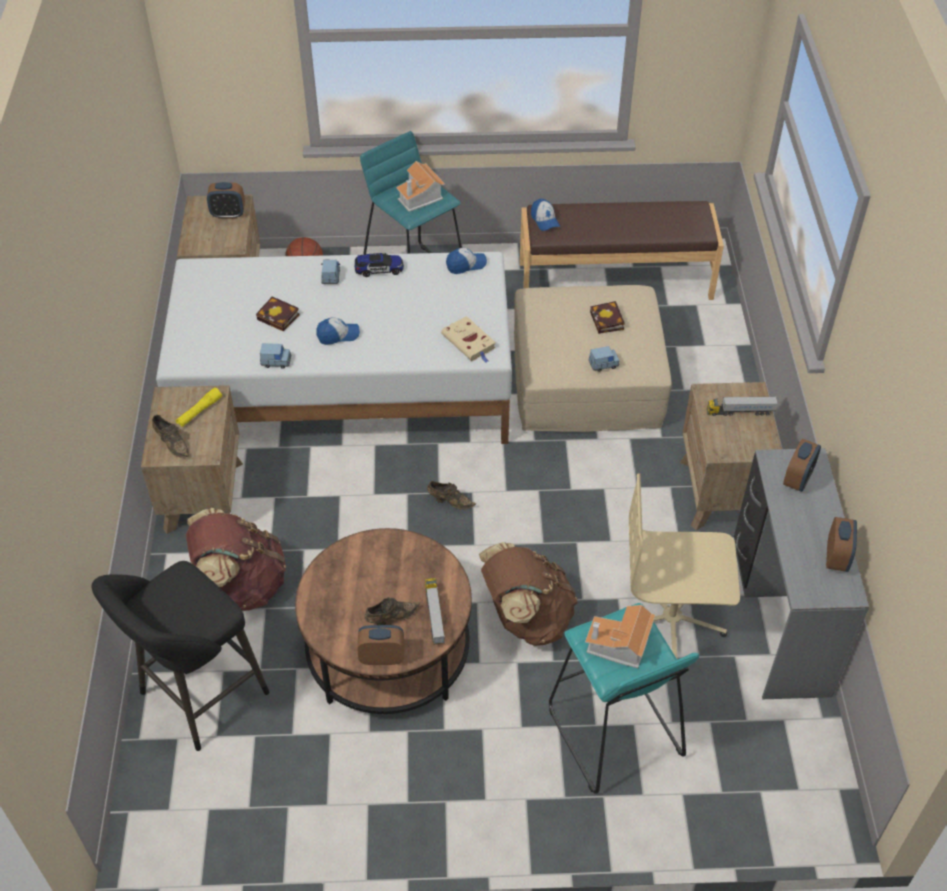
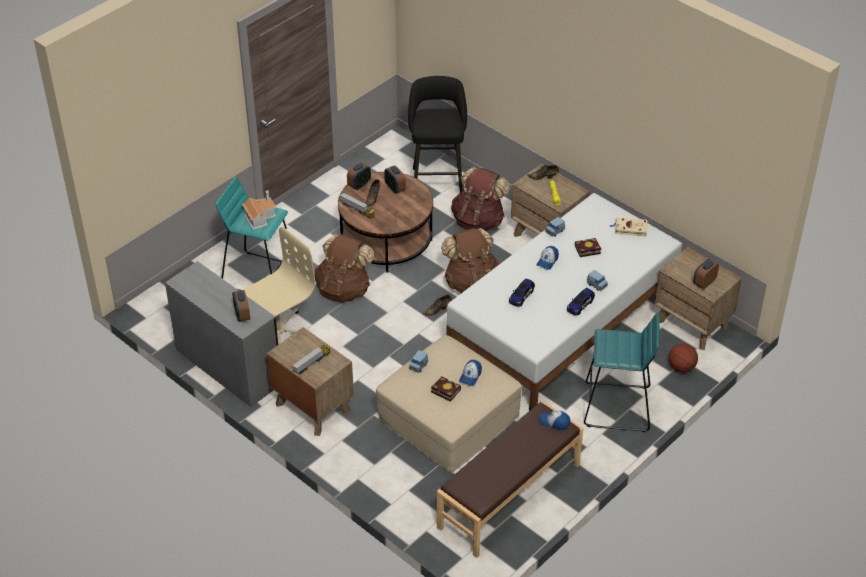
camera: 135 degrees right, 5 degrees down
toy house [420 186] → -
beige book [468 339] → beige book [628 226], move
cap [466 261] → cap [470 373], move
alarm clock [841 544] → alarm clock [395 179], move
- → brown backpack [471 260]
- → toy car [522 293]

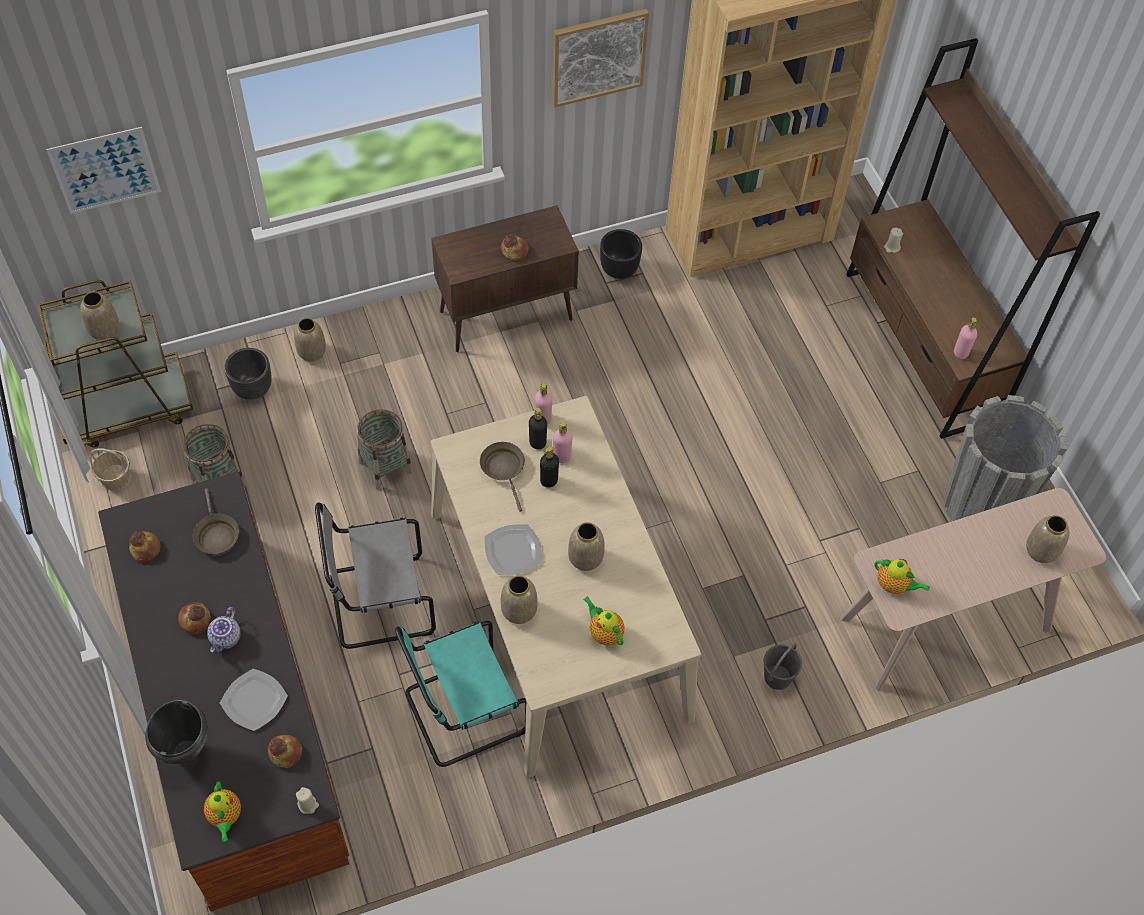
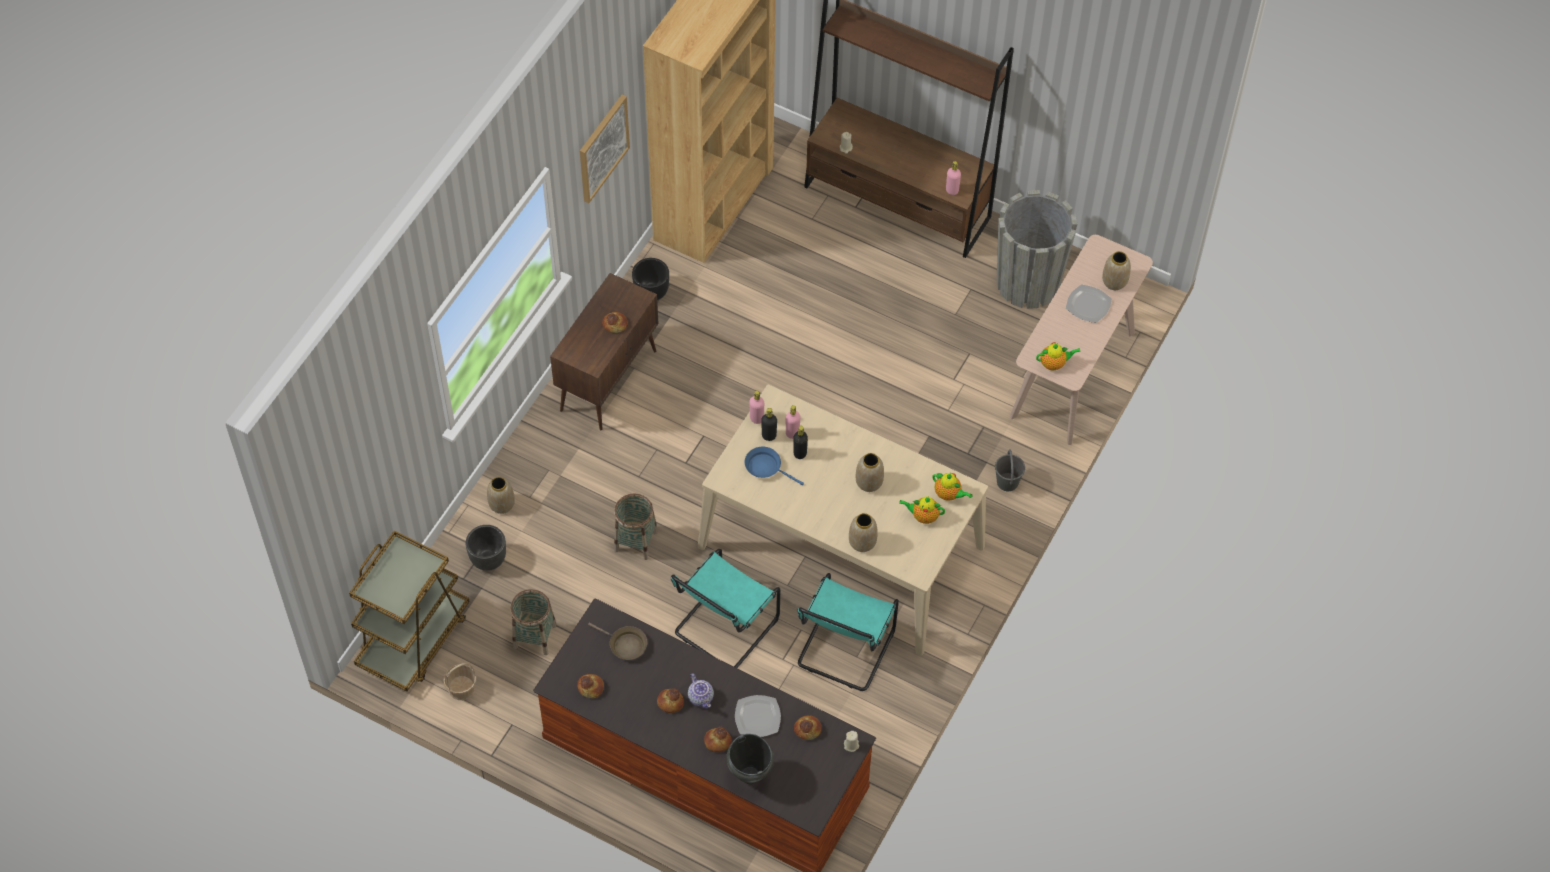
camera: 40 degrees left, 0 degrees up
picture [103 170] → -
vase [99 315] → -
teapot [222 811] → teapot [952 487], move
grey chair [375 575] → turquoise chair [725 608]
brown frying pan [502 477] → blue frying pan [774 466]
plate [513 549] → plate [1089 303], move
- → bread [718 739]

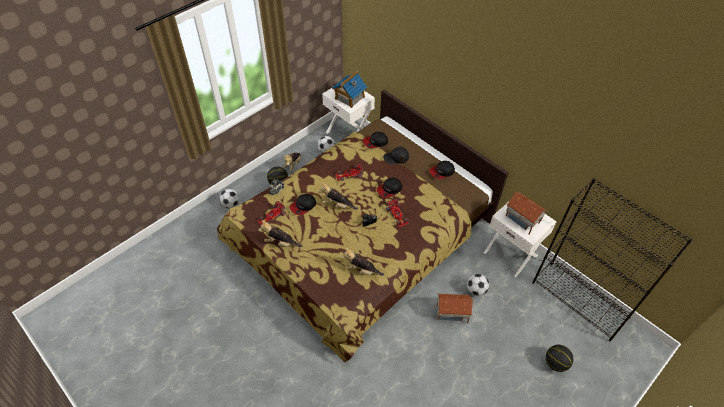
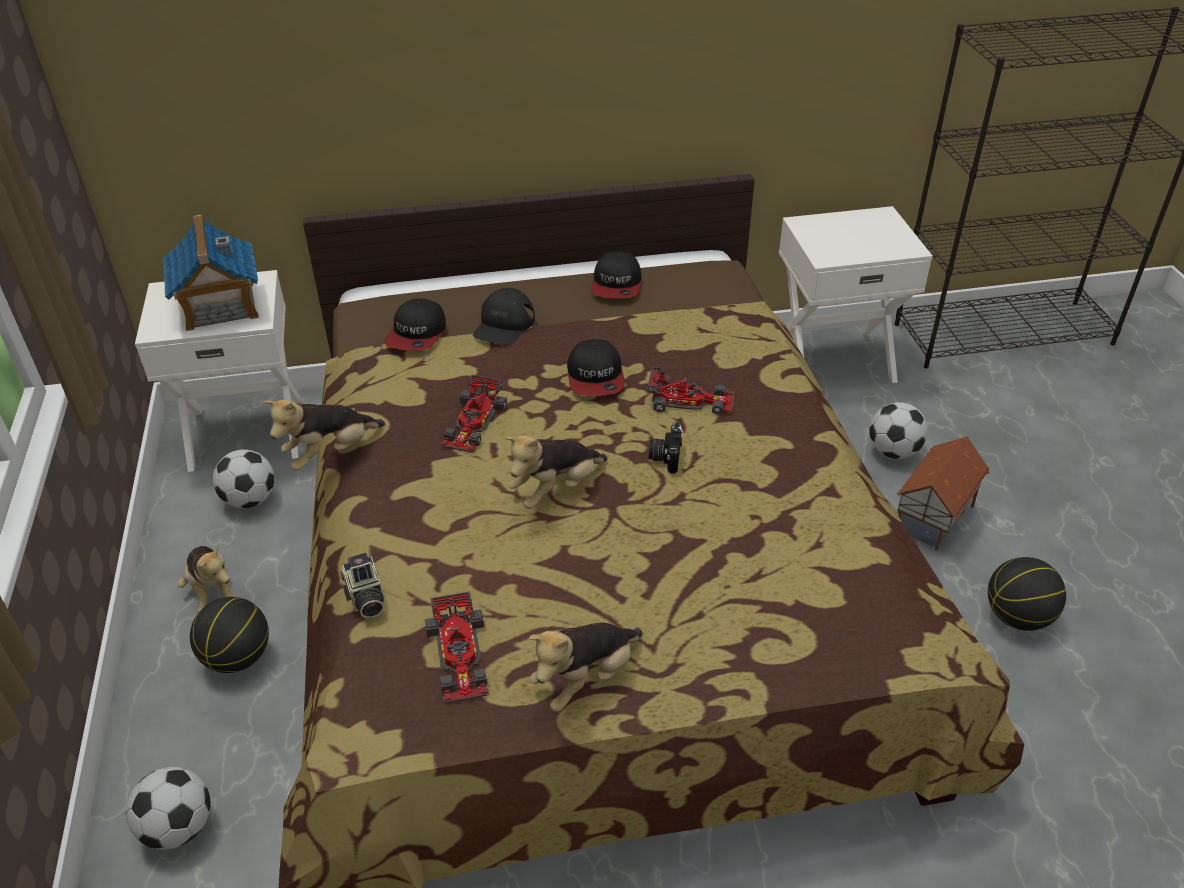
camera: 55 degrees left, 10 degrees down
cap [302 204] → -
plush toy [362 261] → plush toy [324 435], move
toy house [526 213] → -
basketball [559 358] → basketball [1027 594], move

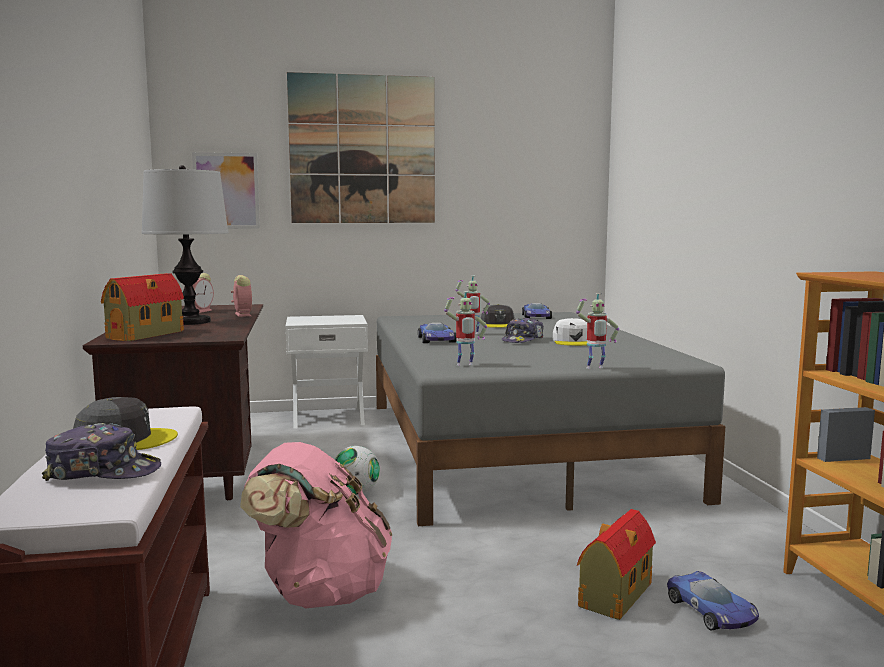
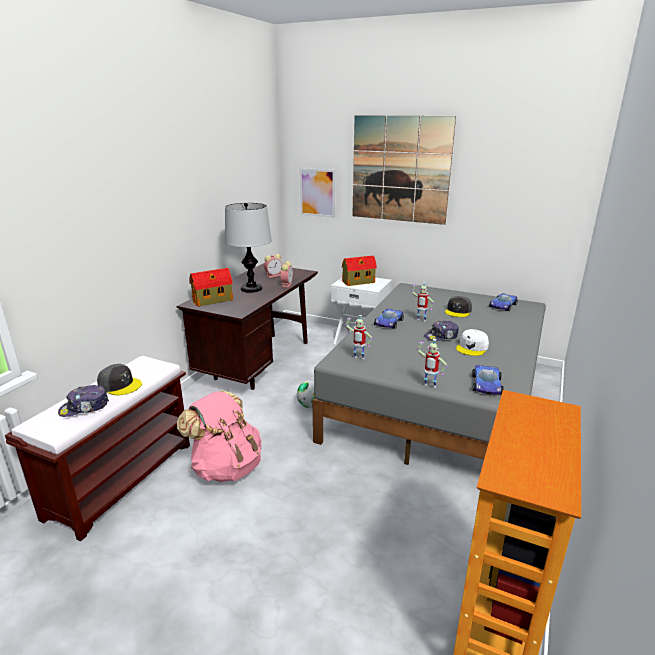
camera: 35 degrees right, 15 degrees up
cap [101 452] → cap [83 401], 120 degrees clockwise
toy house [616 564] → toy house [359 271], move
toy car [713 600] → toy car [488 379], move

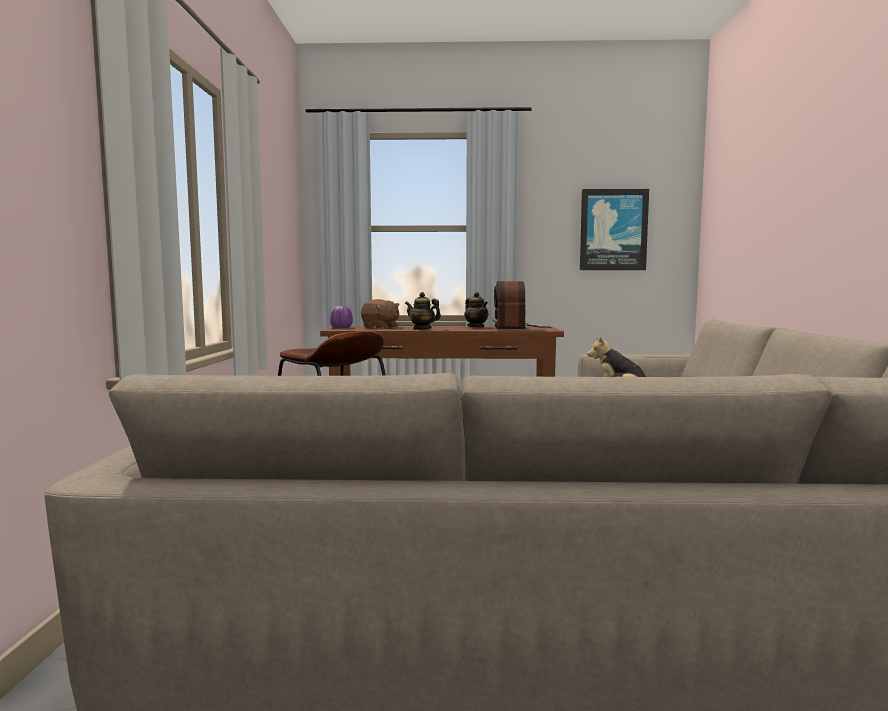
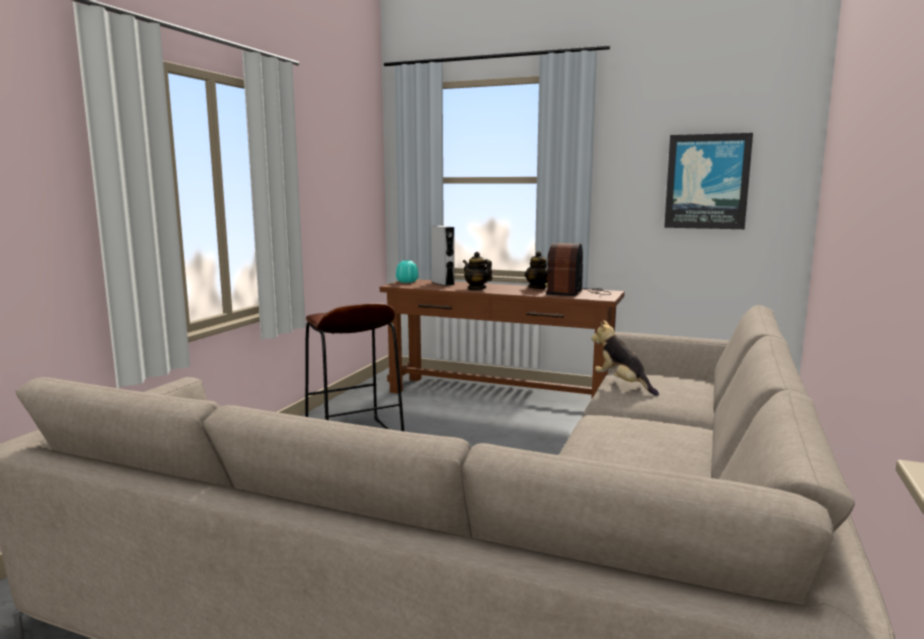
camera: 20 degrees right, 5 degrees up
purple vase [341 317] → turquoise vase [407 271]
brown plush toy [380 314] → grey speaker [443 256]

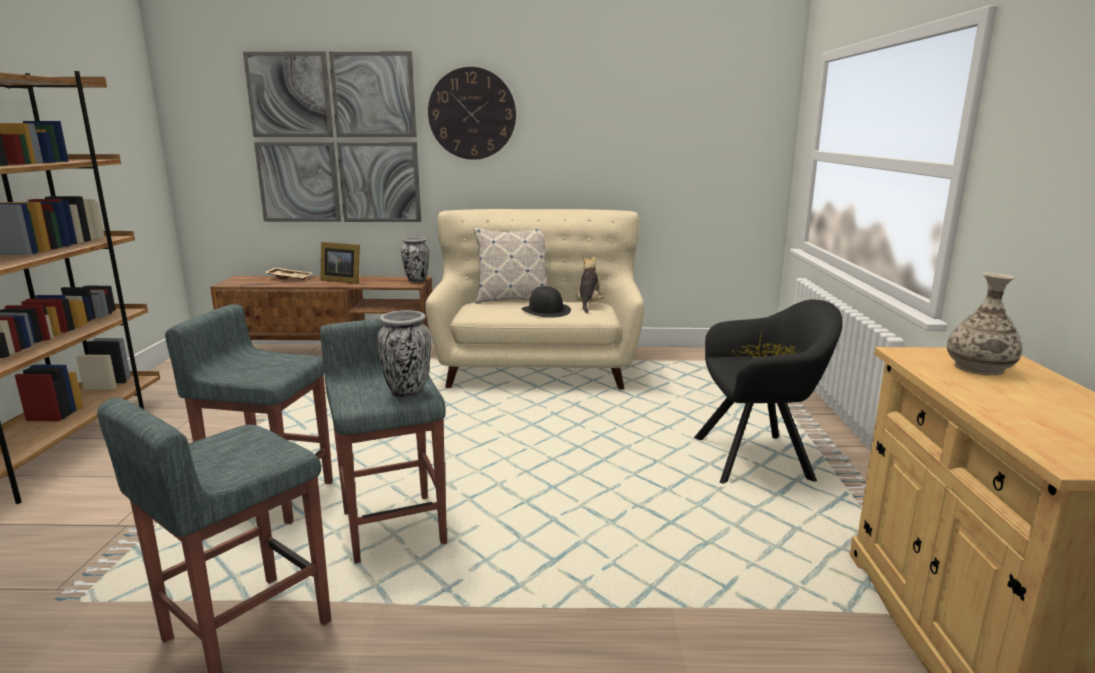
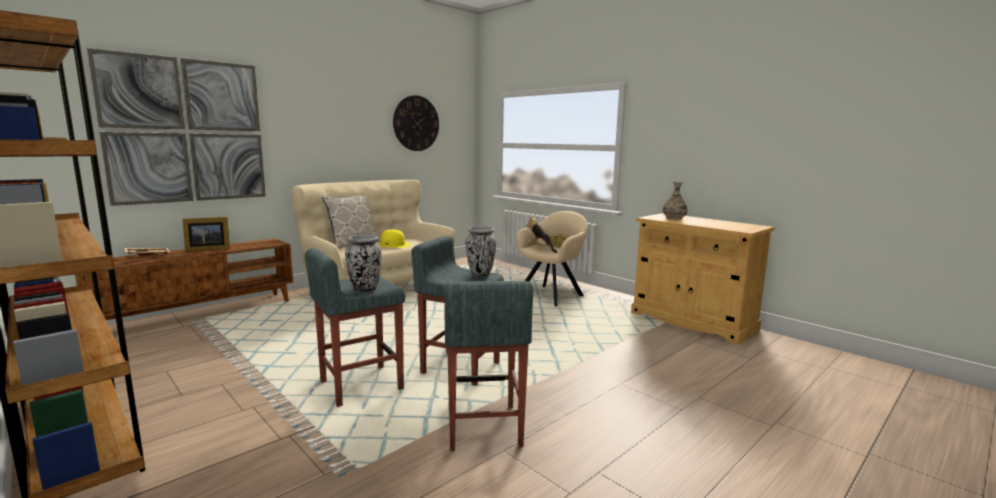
camera: 45 degrees left, 5 degrees down
vase [415 259] → vase [363 264], move
wall clock [472 113] → wall clock [416 123], move
black hat [546 302] → yellow hat [393 238]
plush toy [589 285] → plush toy [541 234], move
black armchair [768 391] → beige armchair [552 259]

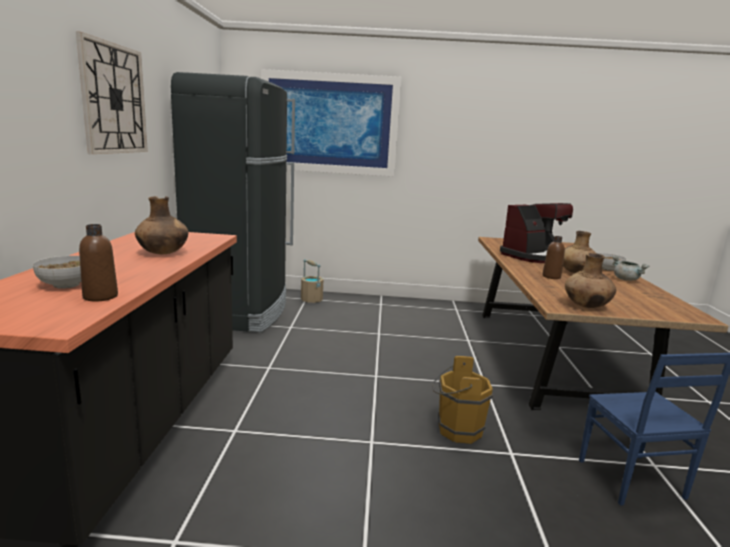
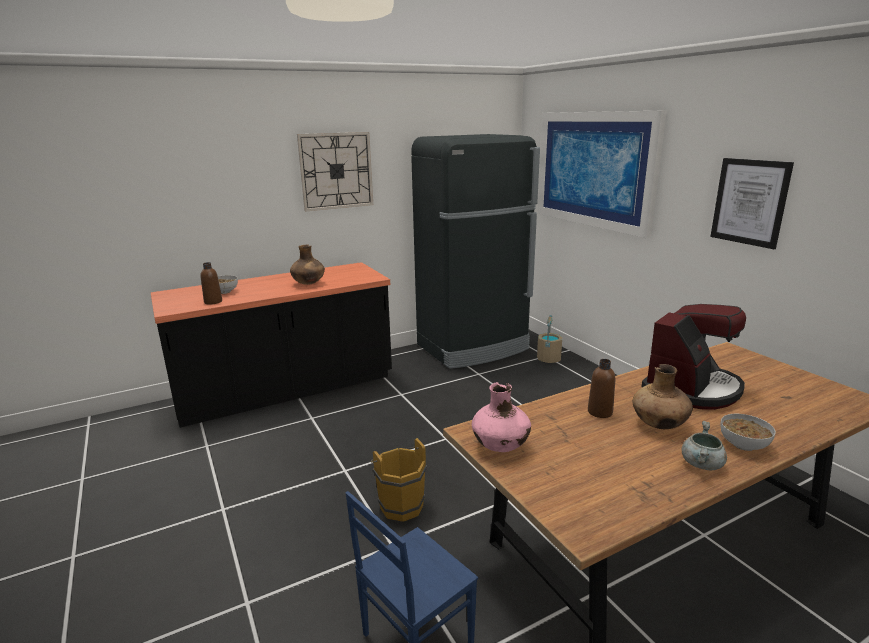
camera: 60 degrees right, 5 degrees up
coffee machine [536 233] → coffee machine [694 357], 75 degrees counterclockwise
brown vase [590 280] → pink vase [501 417]
- → picture [752 203]

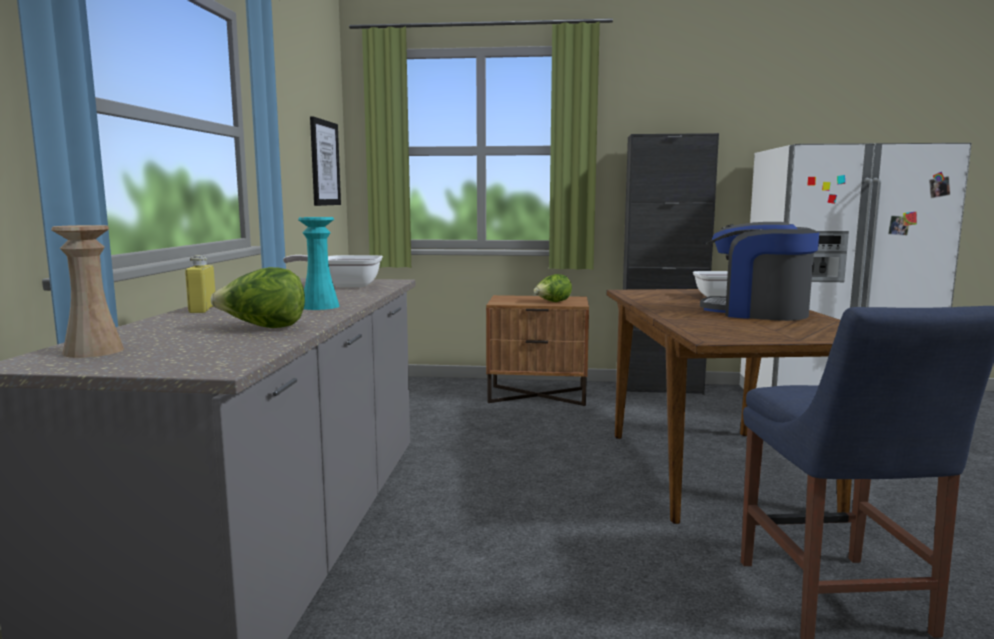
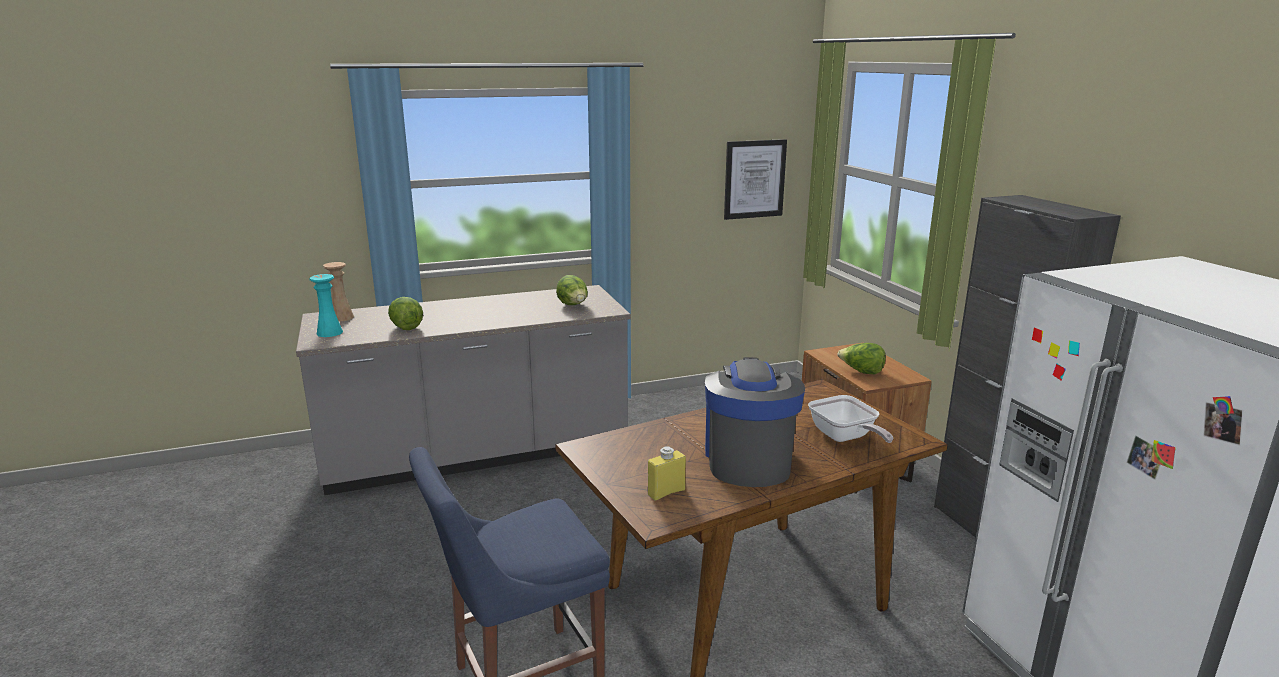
camera: 65 degrees right, 10 degrees up
yellow bottle [200 284] → yellow bottle [667 473], move
frying pan [333 271] → lettuce [572 290]
turquoise vase [318 263] → turquoise vase [326 305], move

